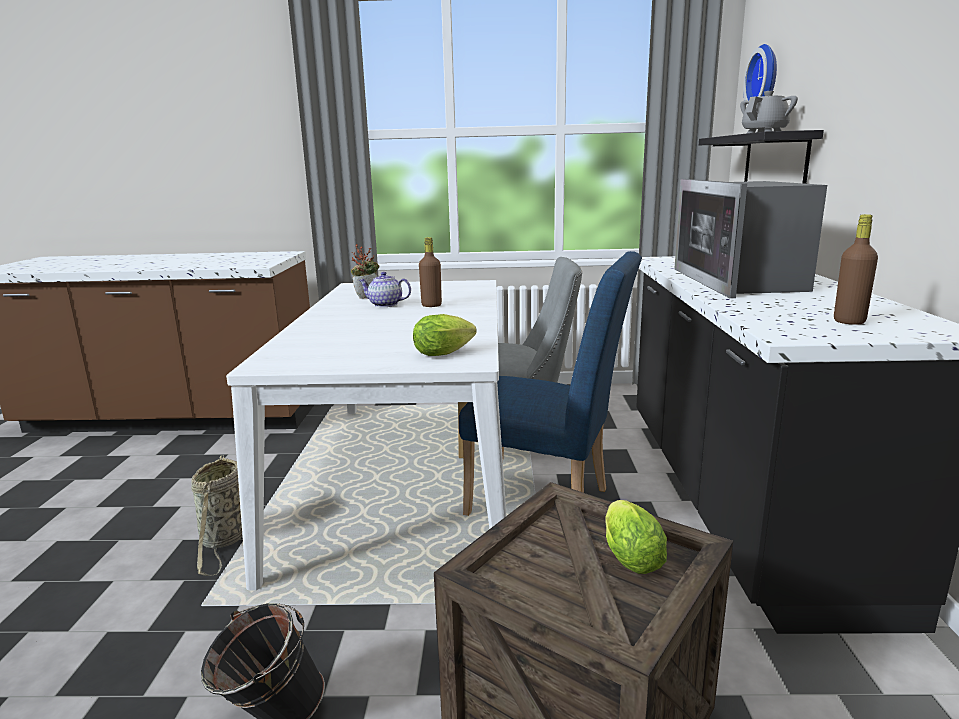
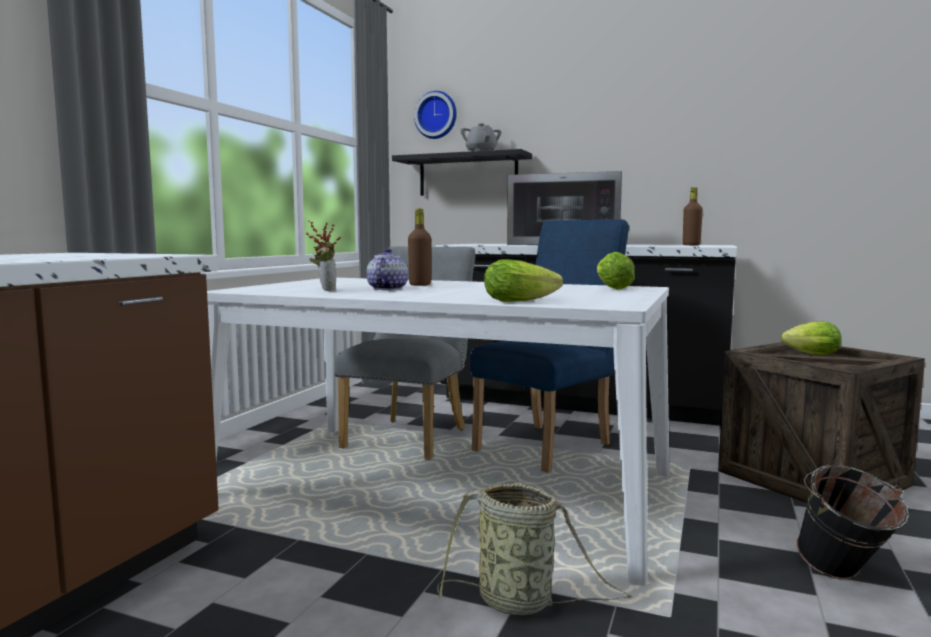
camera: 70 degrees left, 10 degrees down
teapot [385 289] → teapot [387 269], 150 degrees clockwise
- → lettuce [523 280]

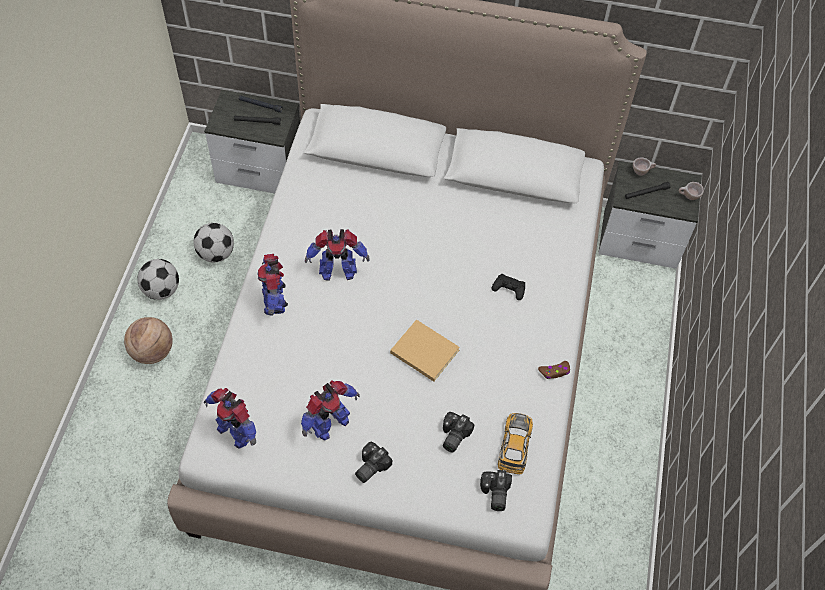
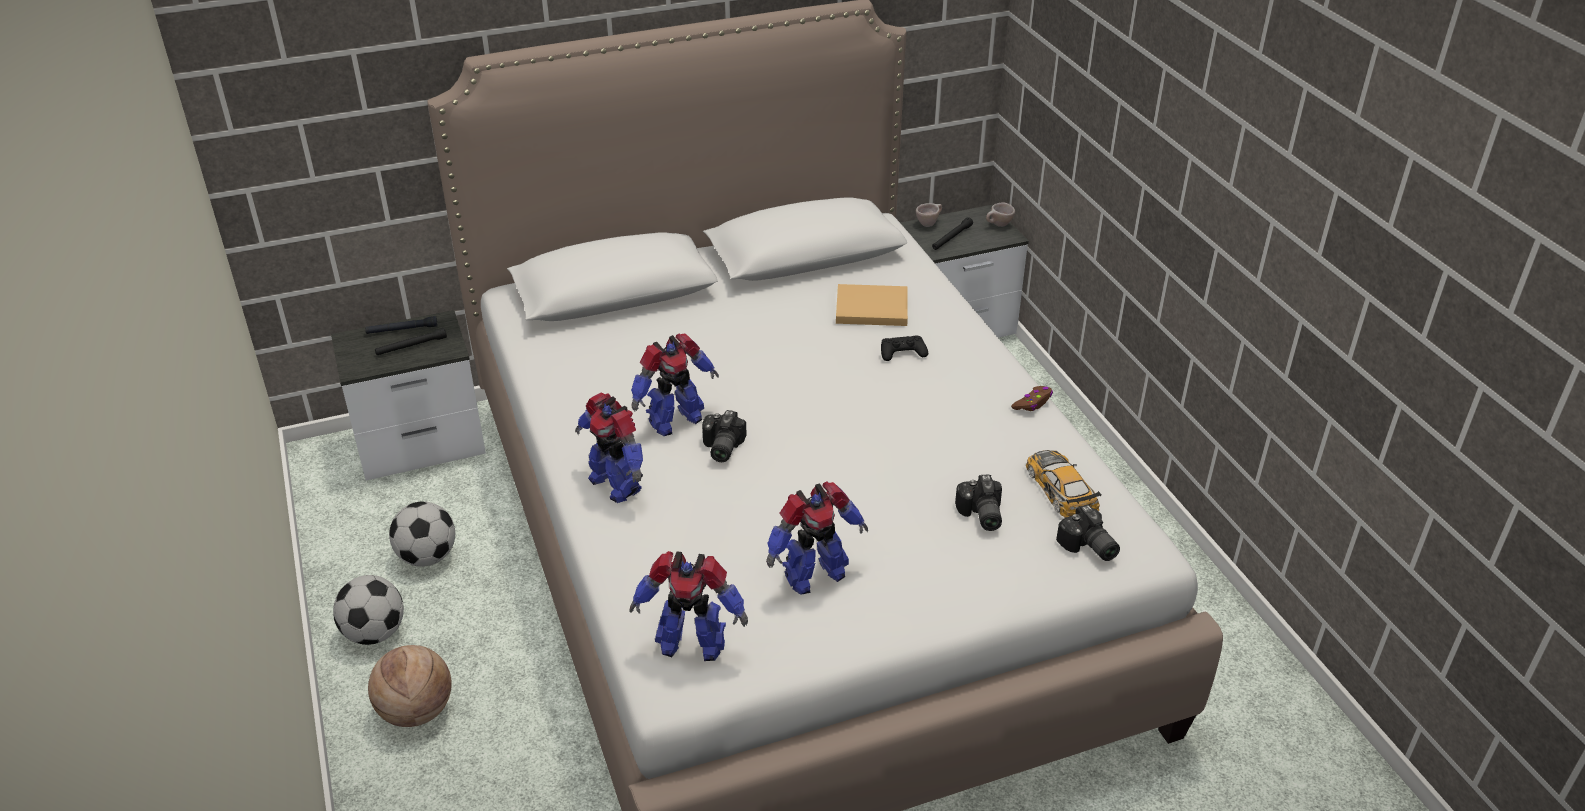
camera: 30 degrees left, 20 degrees down
toy robot [330 410] → toy robot [817 538], 45 degrees clockwise
photo camera [373 462] → photo camera [724 436], move
beige book [425 351] → beige book [872 305], move

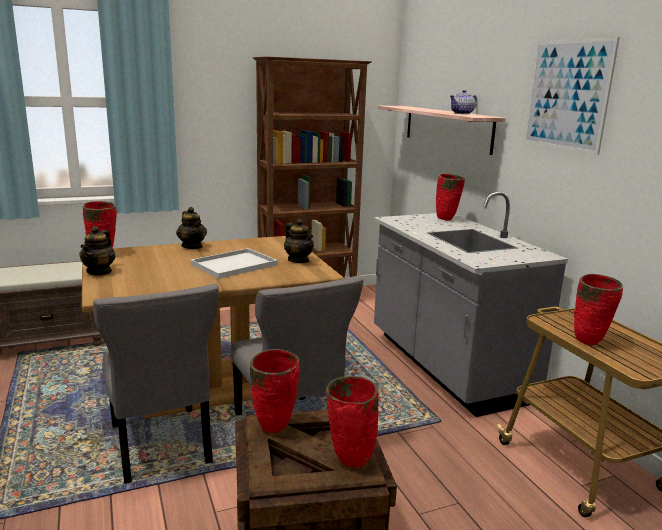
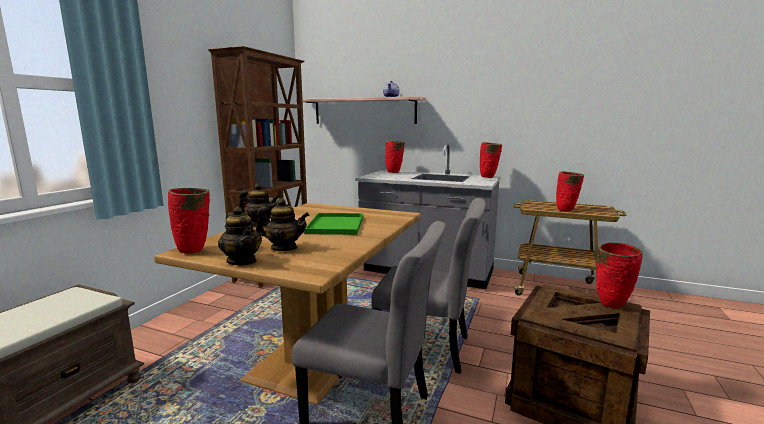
camera: 45 degrees left, 5 degrees down
white tray [234 263] → green tray [333 224]
red vase [274 391] → red vase [491 160], move
teapot [299 241] → teapot [282 224], move
picture [572 96] → -

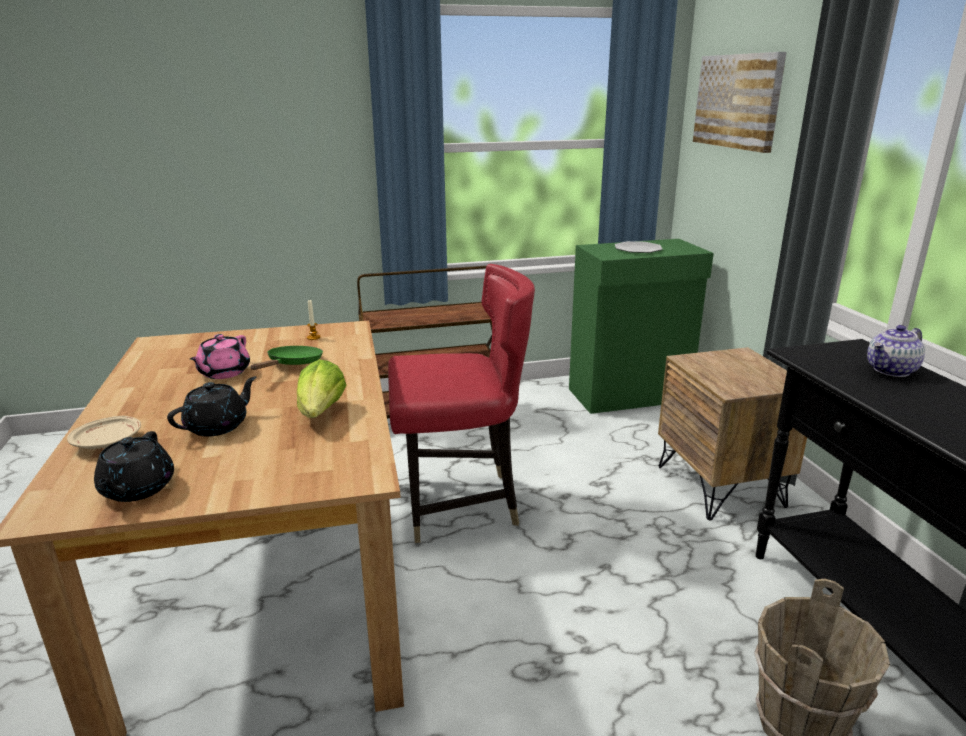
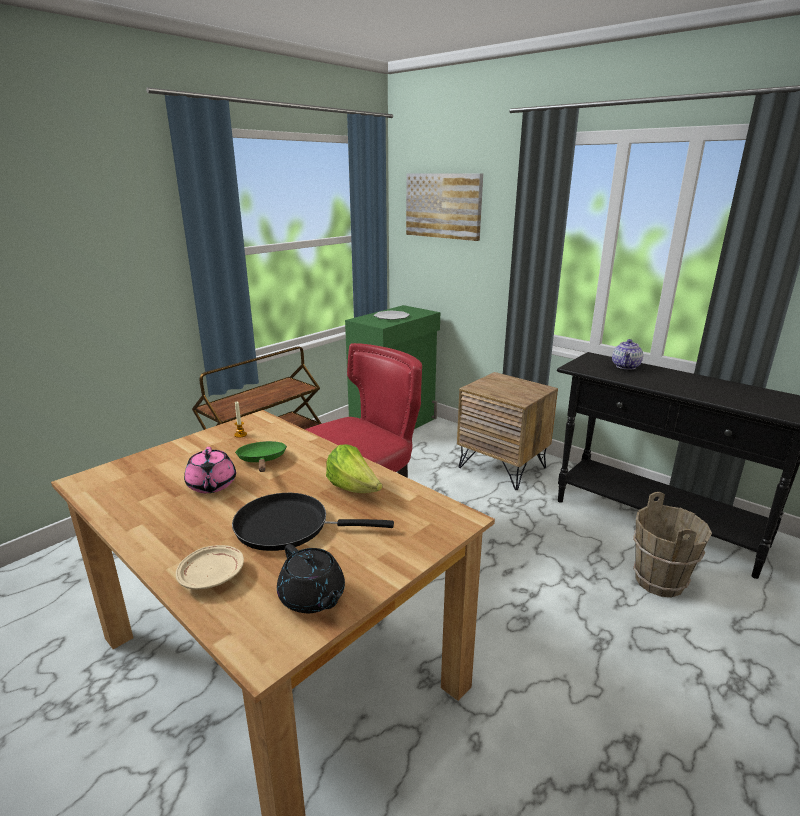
camera: 35 degrees left, 0 degrees up
black teapot [211 406] → black frying pan [313 522]

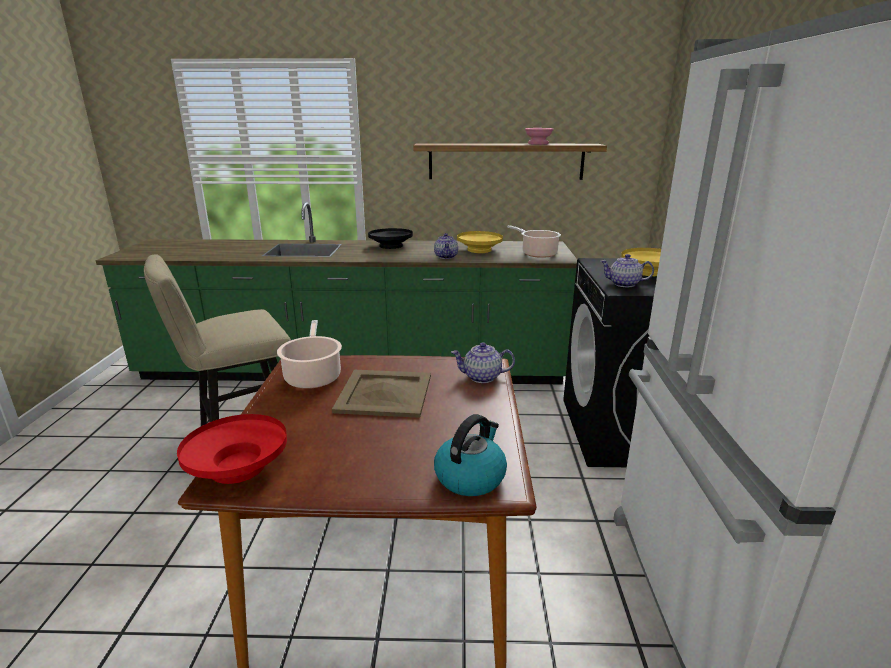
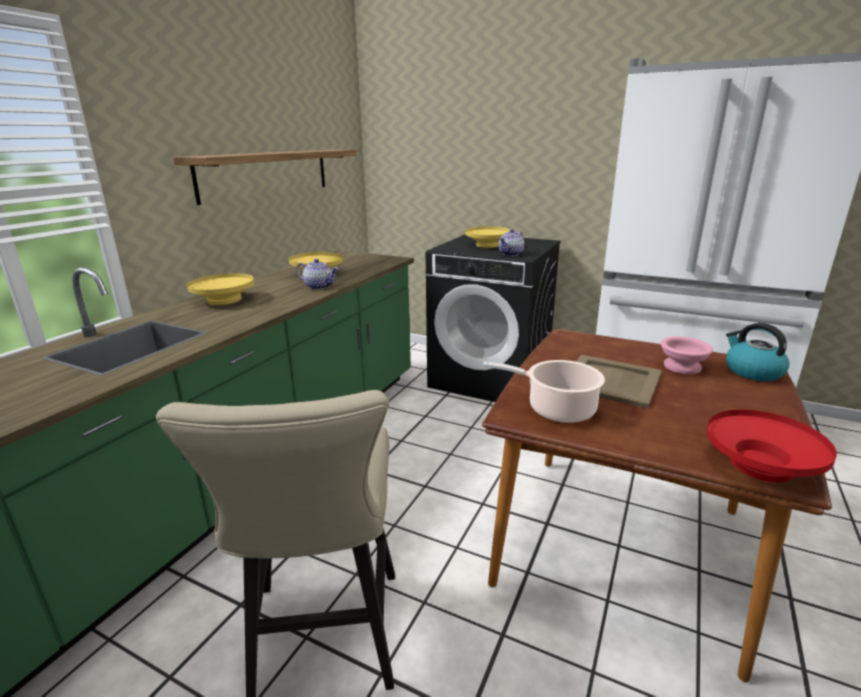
camera: 65 degrees left, 0 degrees up
black bowl [390 238] → yellow bowl [220 289]
teapot [483 362] → -
cooking pot [534 241] → -
pink bowl [539 136] → pink bowl [686 356], move

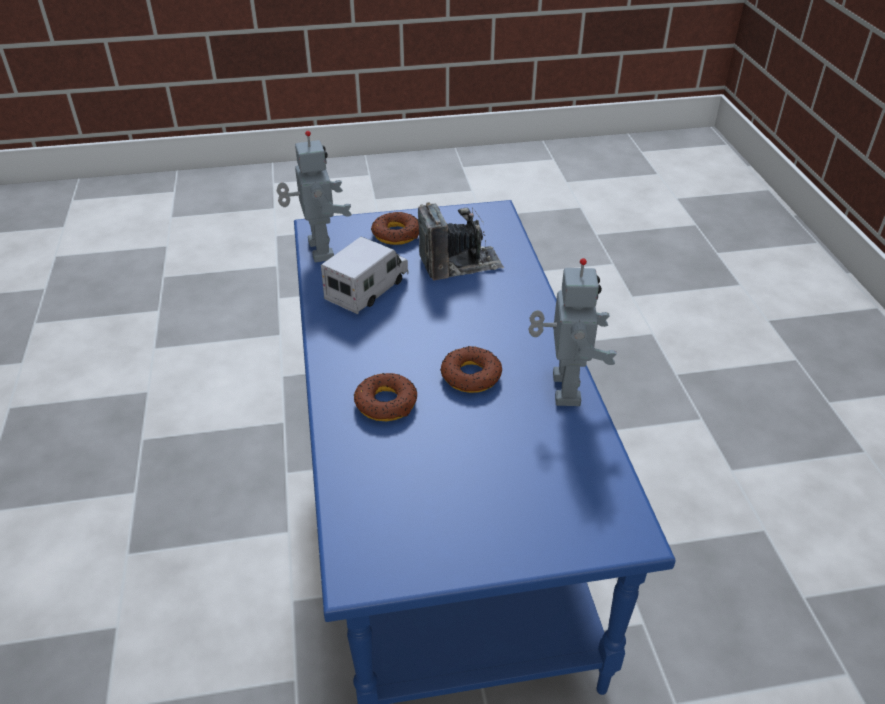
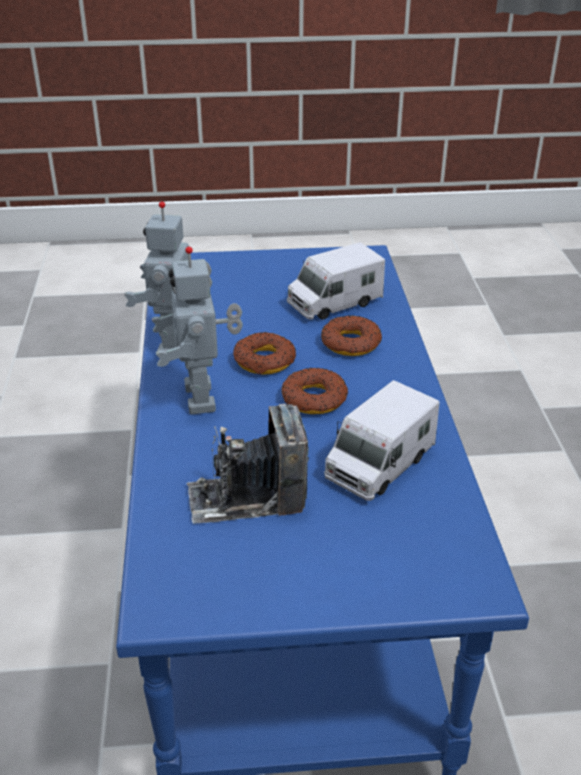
camera: 175 degrees left, 5 degrees down
toy robot [314 196] → toy robot [197 330], move
donut [395 228] → donut [315 391], move
- → toy truck [336 281]

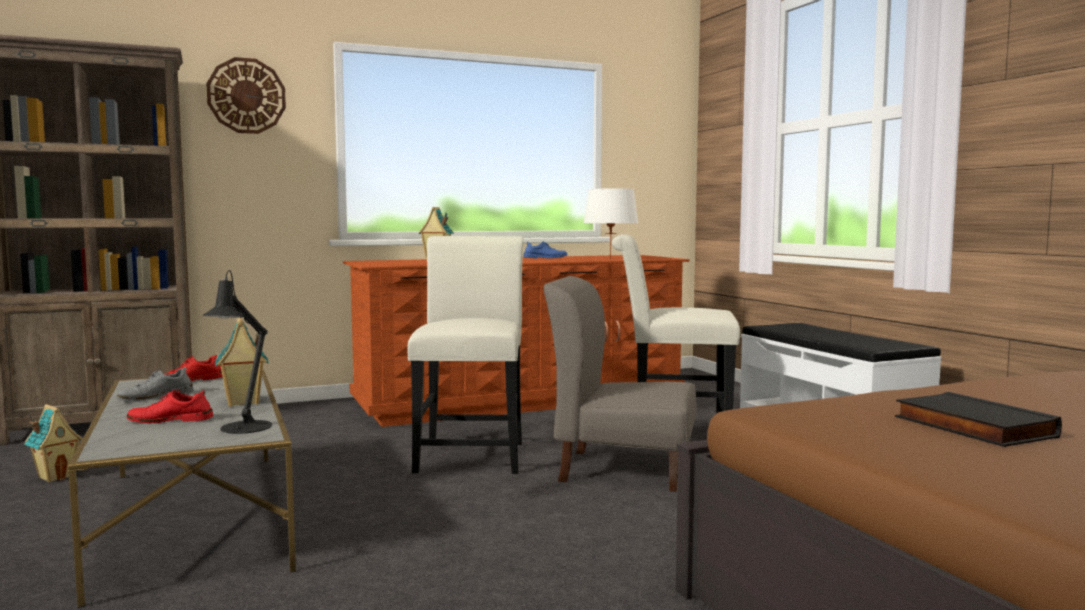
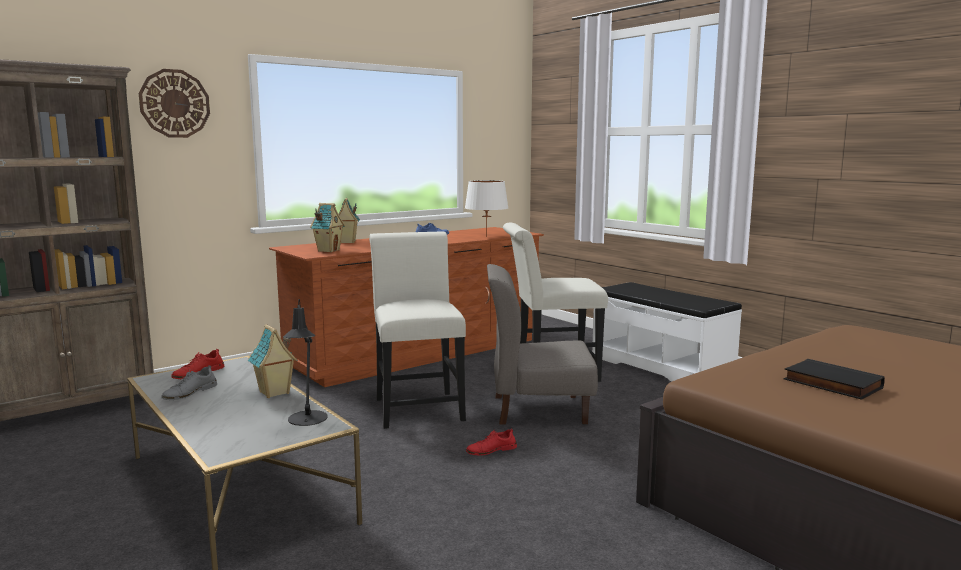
camera: 15 degrees left, 5 degrees up
toy house [53 443] → toy house [327 227], move
red shoe [170 406] → red shoe [491 442], move

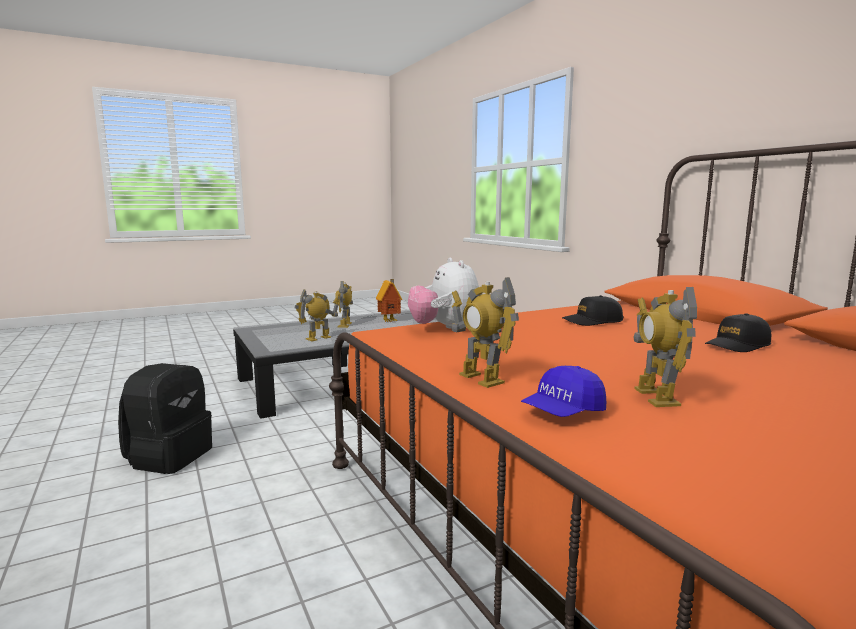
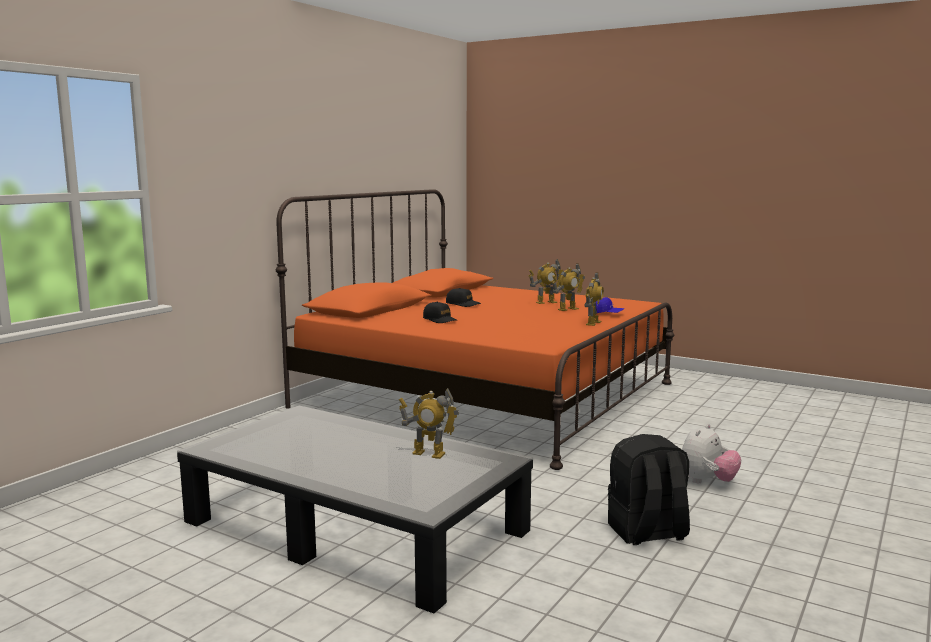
camera: 120 degrees left, 0 degrees up
toy robot [344 304] → toy robot [546 281], move
toy house [389 300] → -
plush toy [443 294] → plush toy [711 453], move

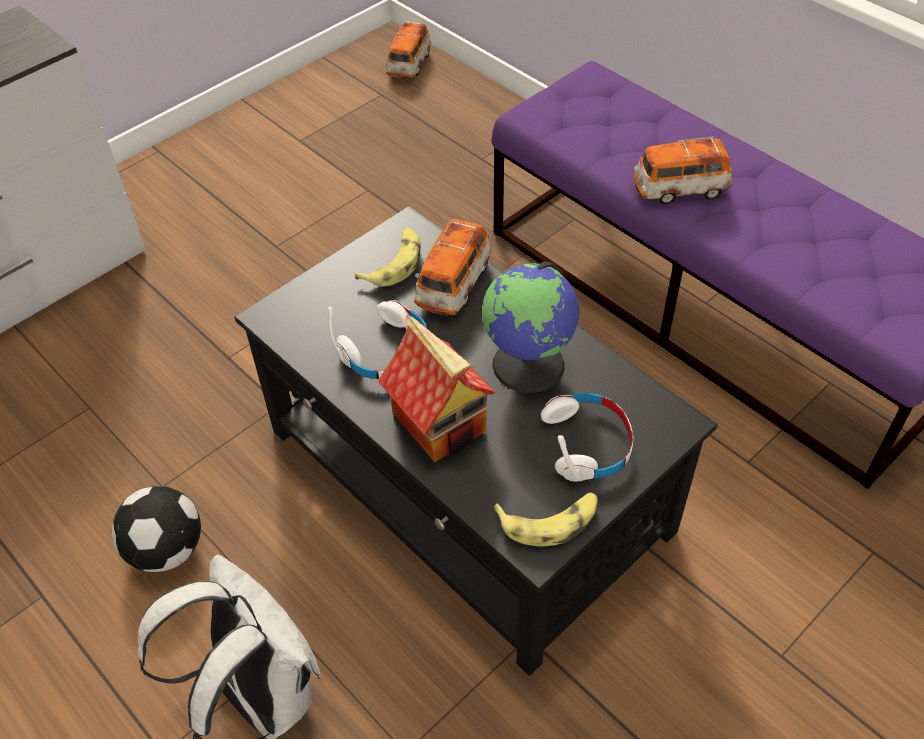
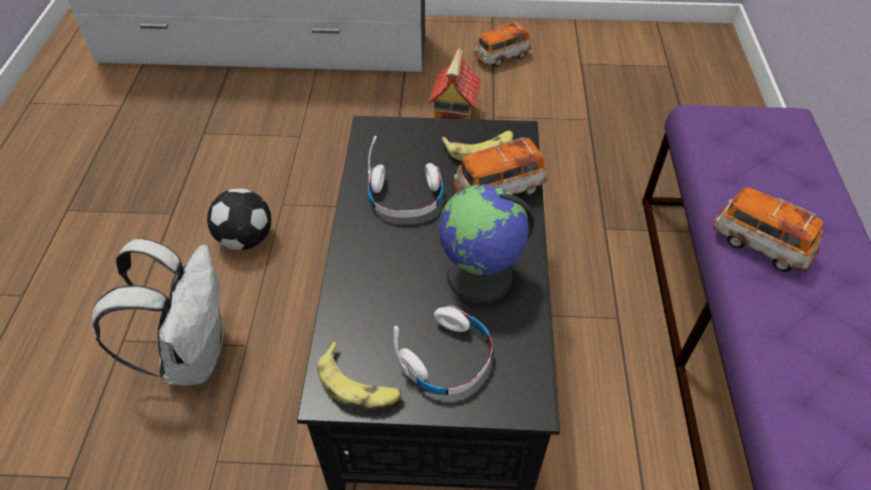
camera: 45 degrees right, 0 degrees up
toy house [436 388] → toy house [455 83], move
toy car [408 50] → toy car [502 44], move

